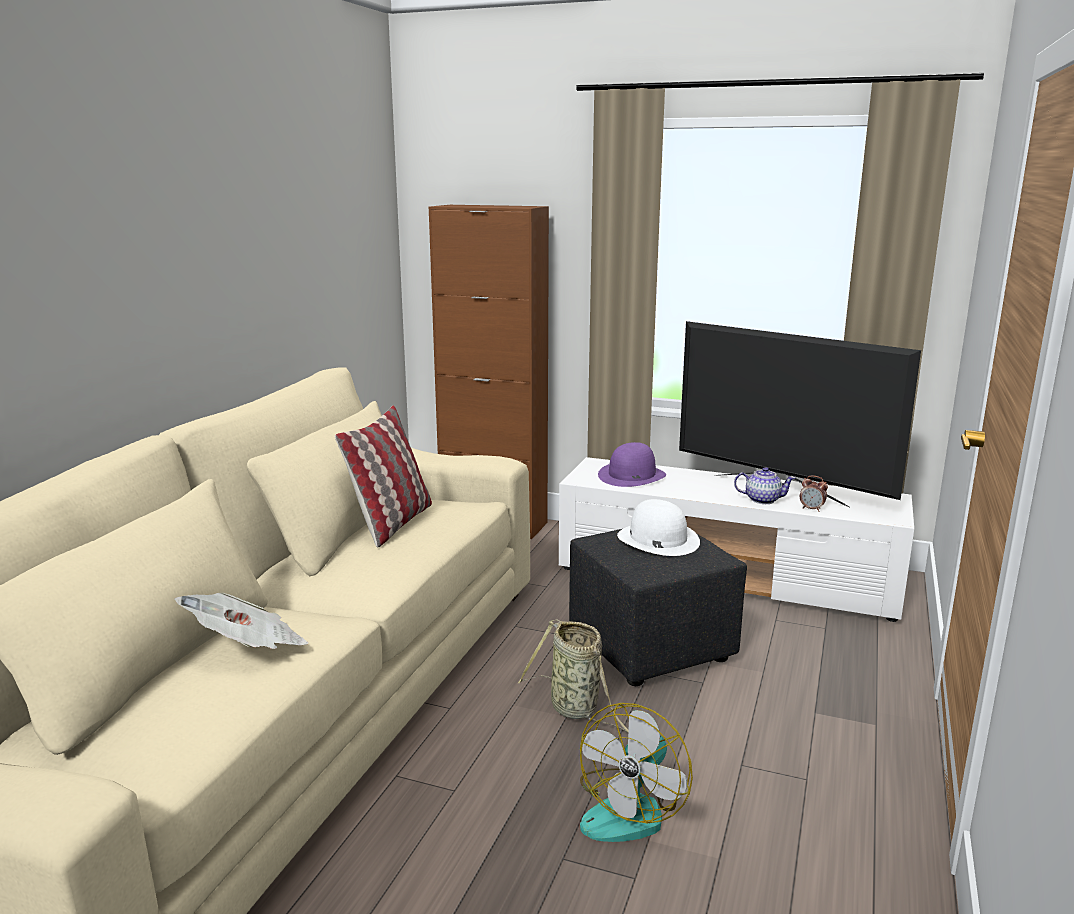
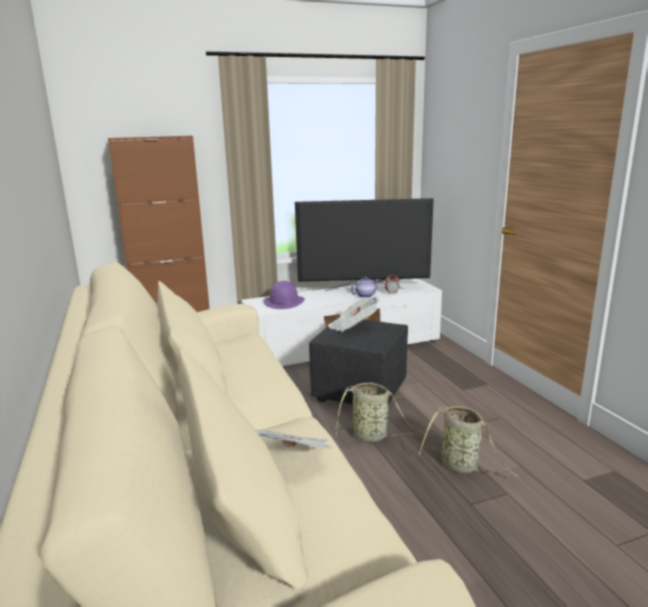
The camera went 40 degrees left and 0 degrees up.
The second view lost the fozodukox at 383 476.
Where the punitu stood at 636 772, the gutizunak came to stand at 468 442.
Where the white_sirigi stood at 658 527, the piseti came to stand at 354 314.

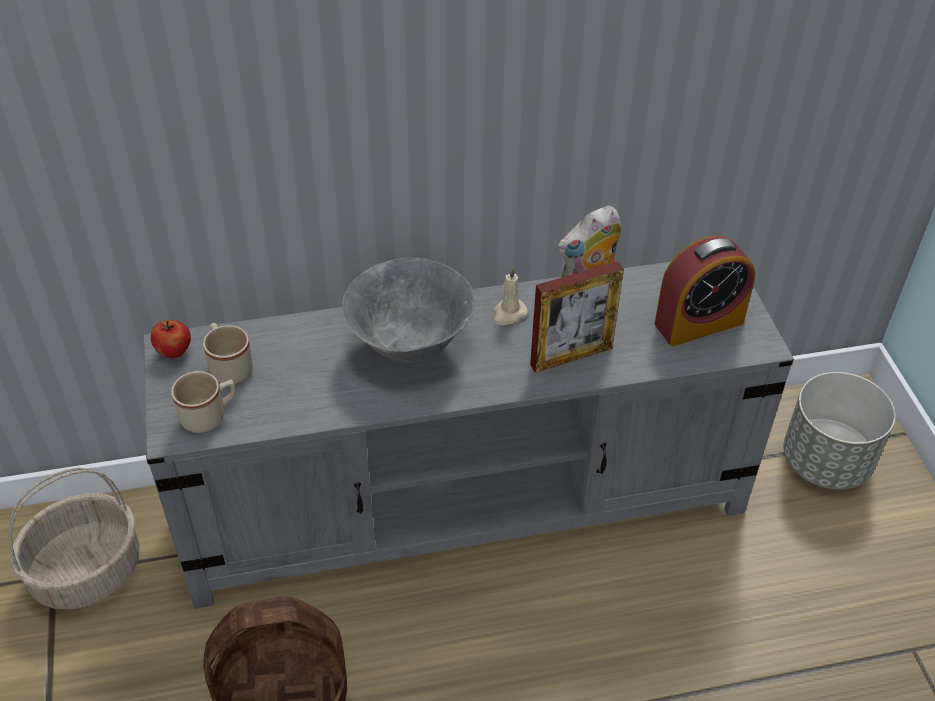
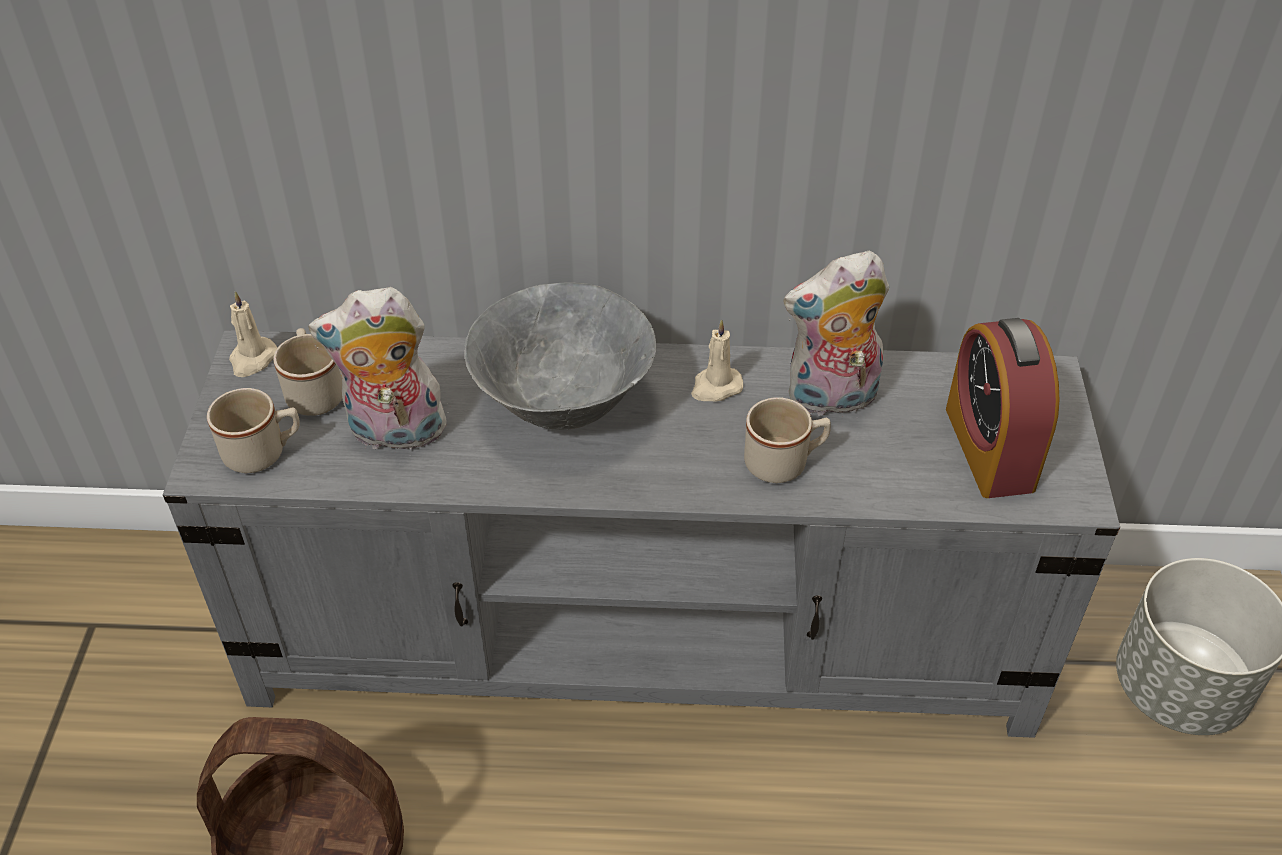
The camera went 15 degrees right and 0 degrees up.
The second view lost the gutizunak at 74 538.
Where the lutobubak stood at 170 339, the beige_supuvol came to stand at 253 334.
Where the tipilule stood at 577 317, the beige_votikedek came to stand at 787 440.
The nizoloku at 704 291 ended up facing another way, 90 degrees clockwise from before.
The second view gained the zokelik at 379 368.

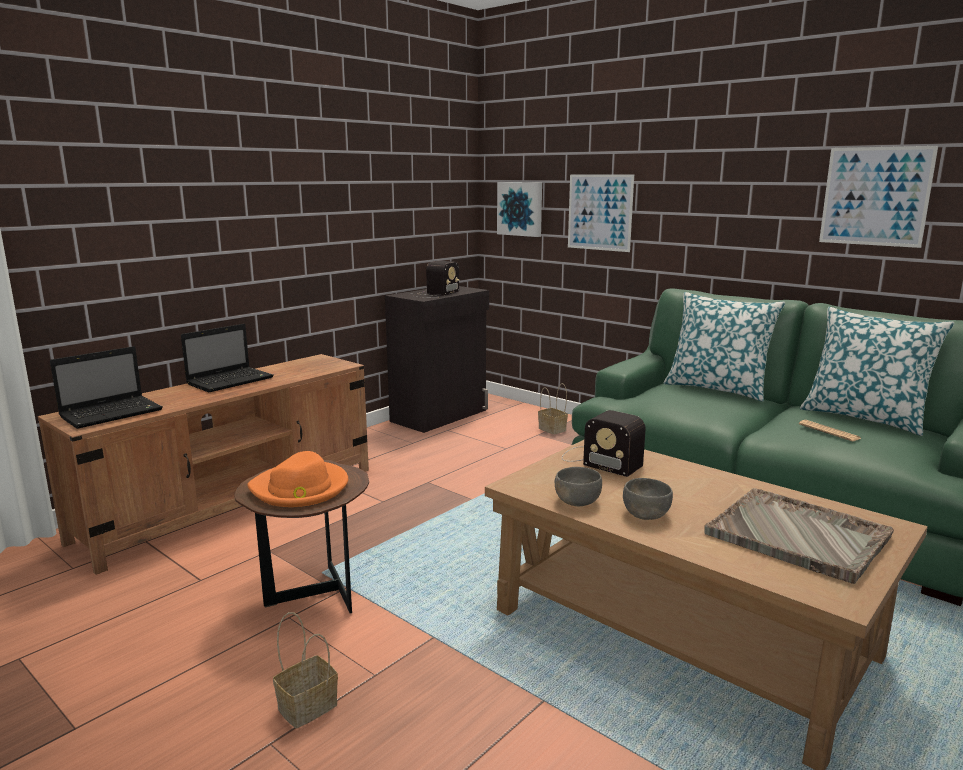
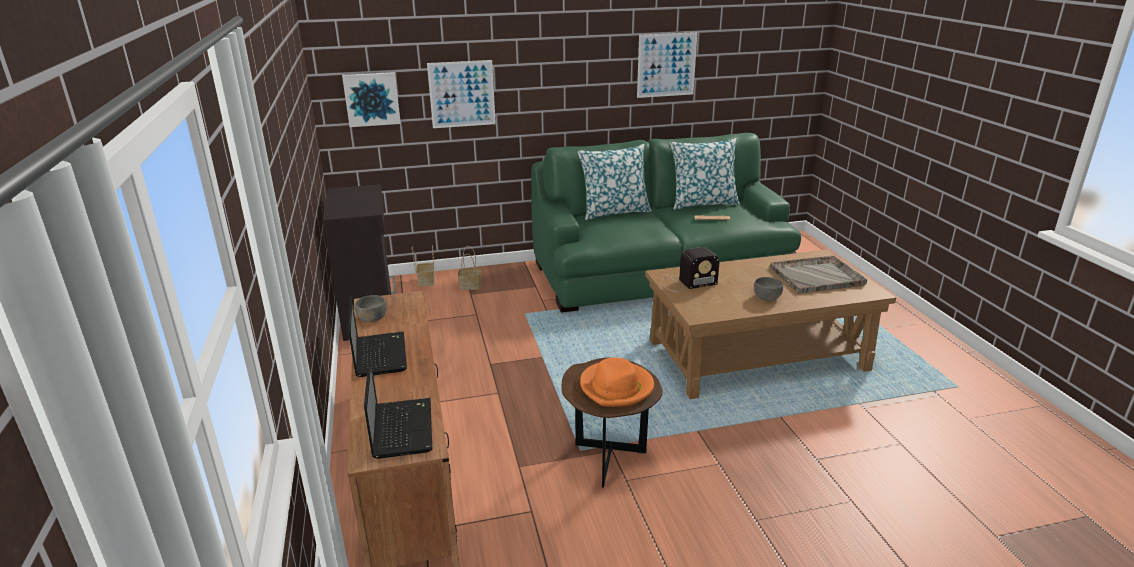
The camera went 55 degrees left and 10 degrees up.
The gutizunak ended up elsewhere, having gone from 305 670 to 423 266.
The second view lost the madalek at 434 279.
The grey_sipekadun ended up elsewhere, having gone from 578 486 to 371 308.

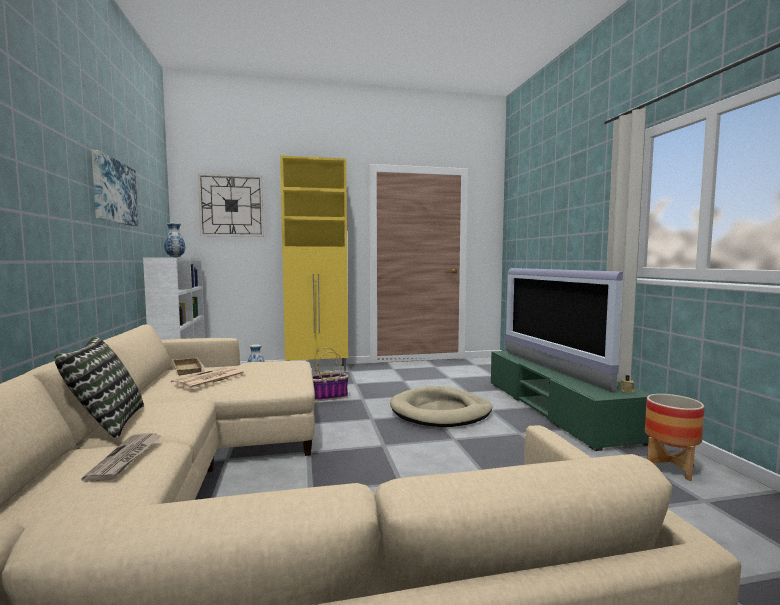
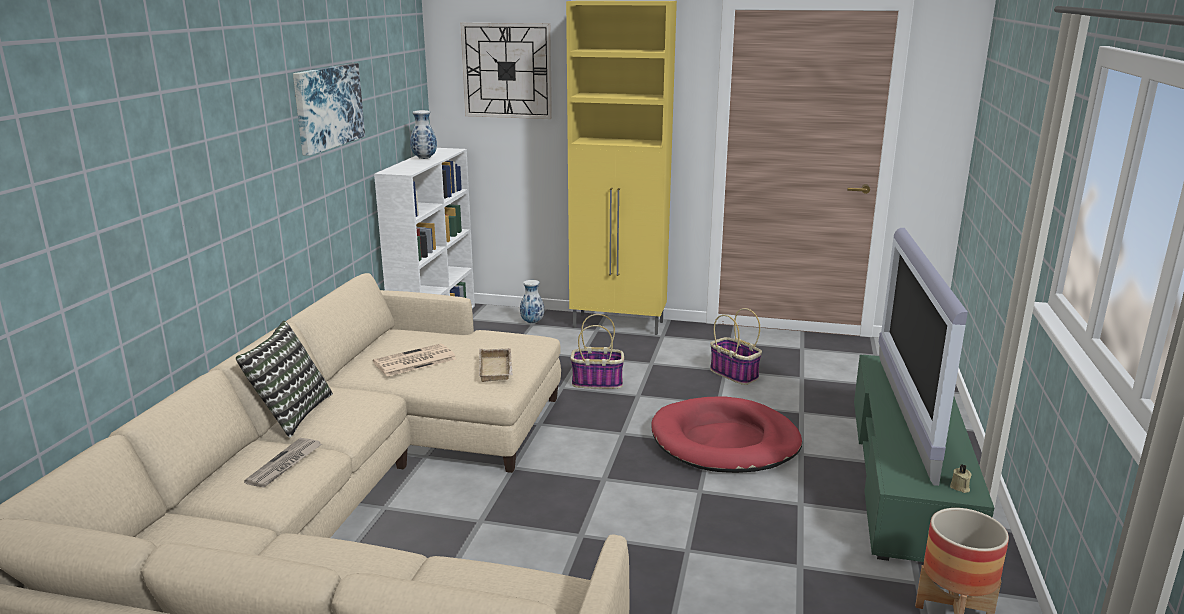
The camera went 25 degrees right and 15 degrees up.
The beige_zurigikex ended up elsewhere, having gone from 188 366 to 496 365.
What was the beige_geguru at 441 406 turned into the red_geguru at 726 434.
The second view gained the gutizunak at 736 346.

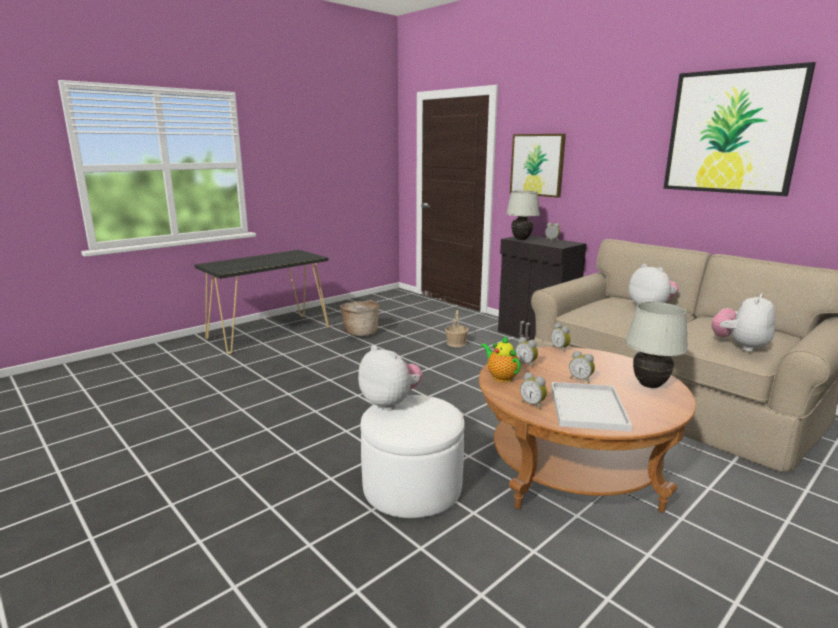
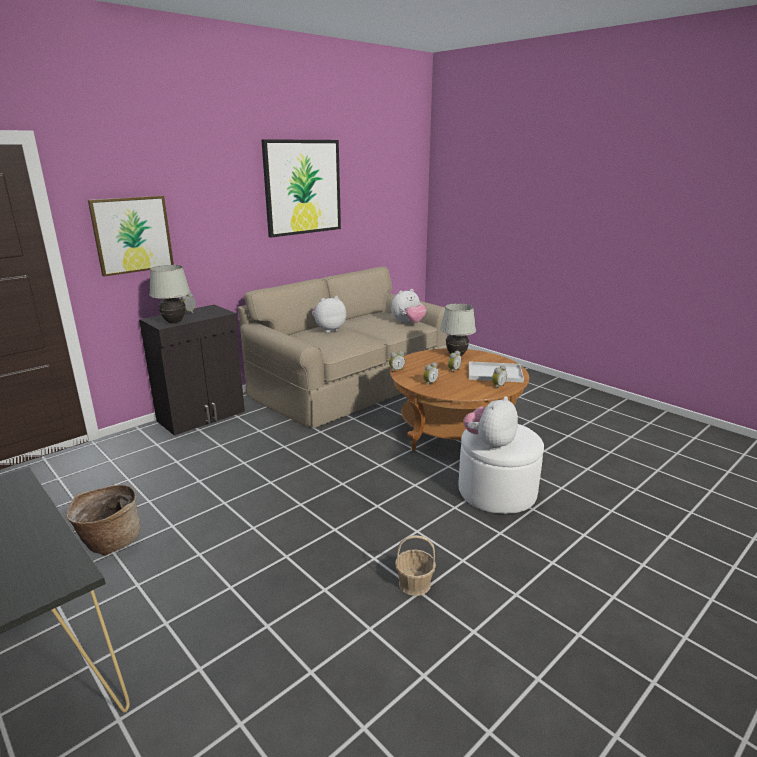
The camera went 90 degrees left and 5 degrees up.
The gutizunak ended up elsewhere, having gone from 457 328 to 415 565.
The second view lost the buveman at 501 359.
The zokelik at 743 322 ended up facing another way, 75 degrees counterclockwise from before.

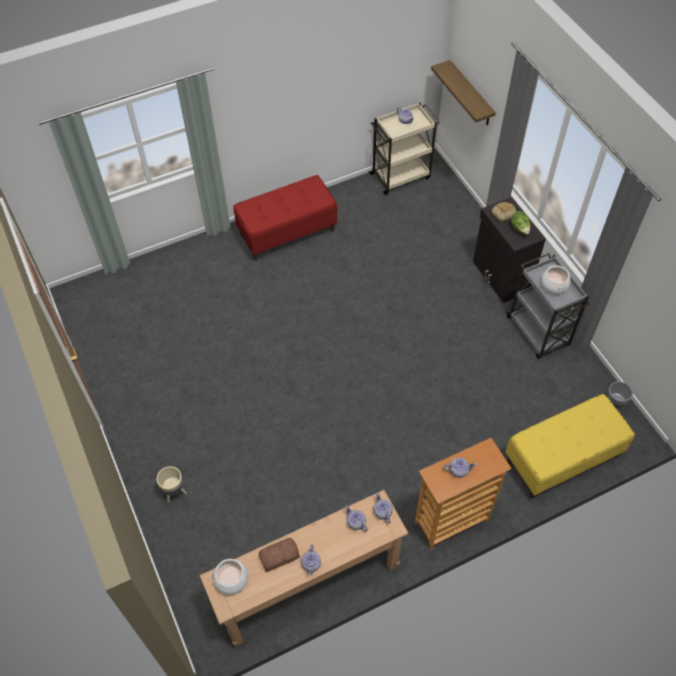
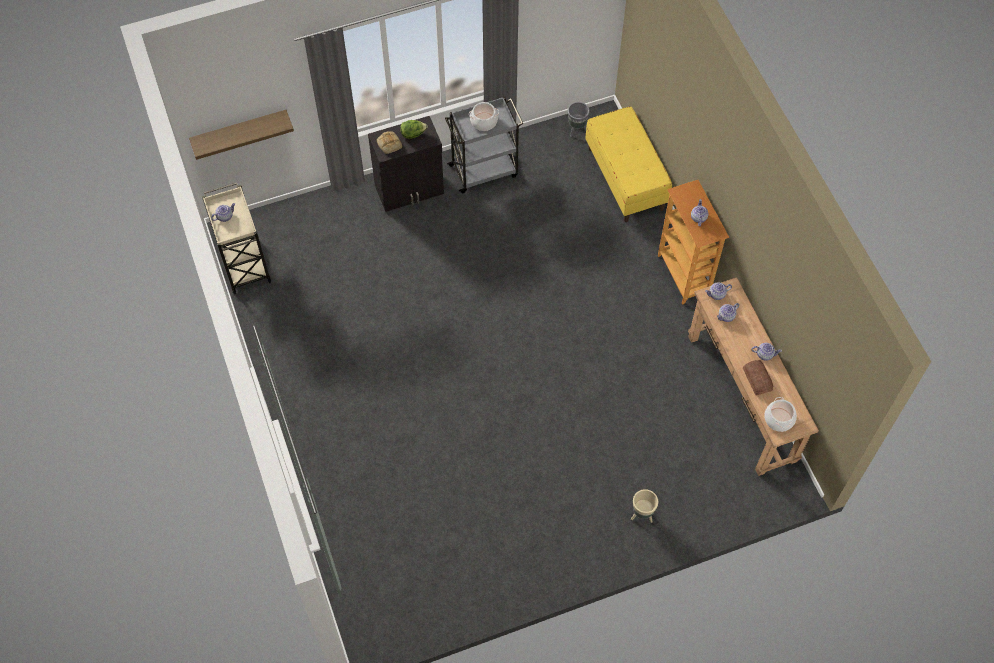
The camera went 85 degrees left and 5 degrees up.
The second view lost the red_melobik at 285 218.

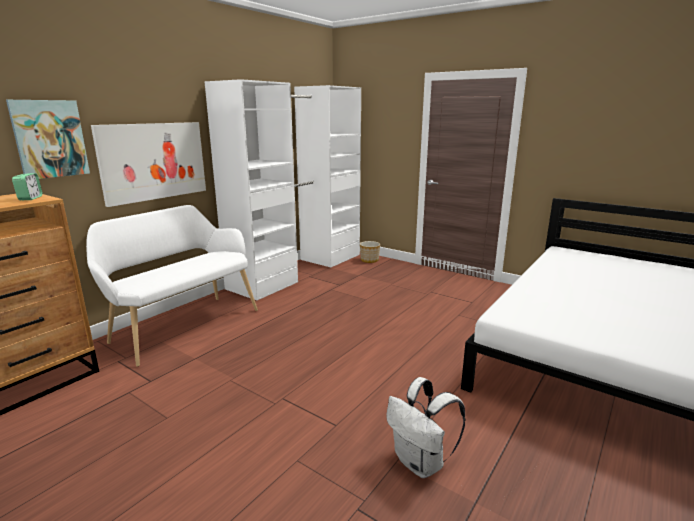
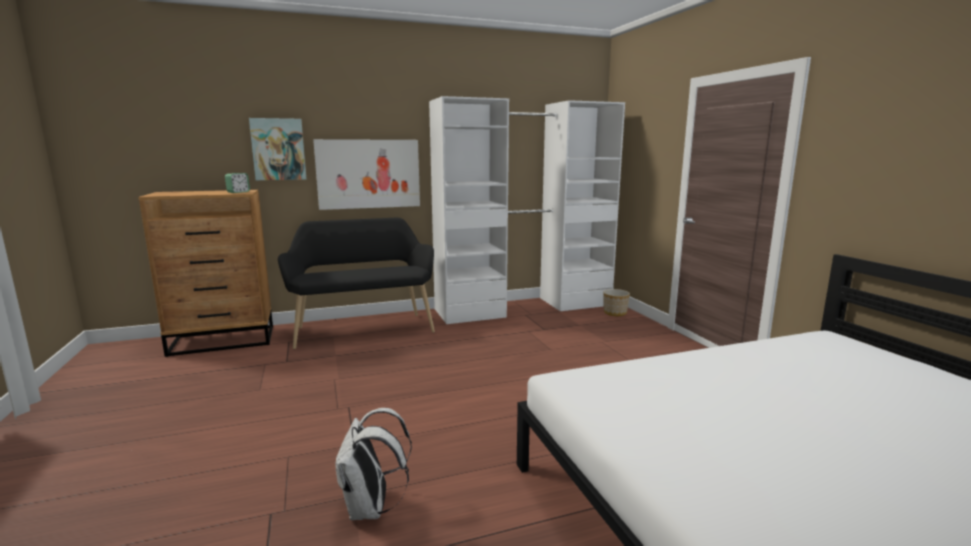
The camera went 35 degrees right and 5 degrees down.
What was the white_melobik at 172 286 turned into the black_melobik at 356 283.

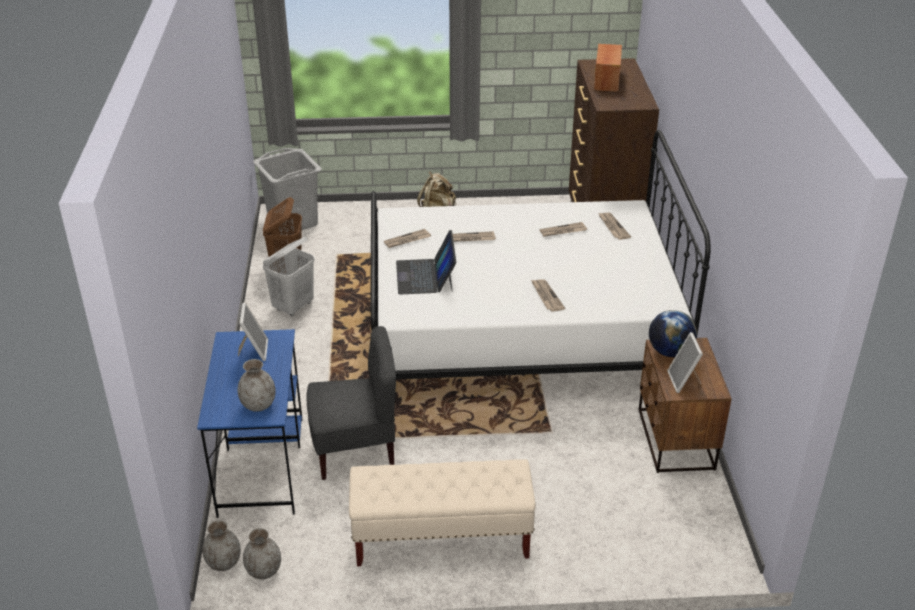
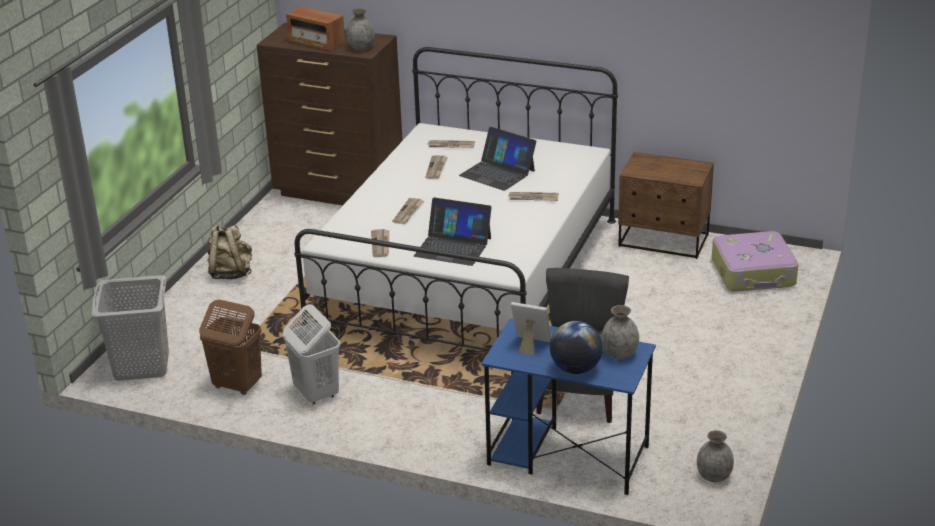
The camera went 65 degrees left and 5 degrees down.
The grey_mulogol ended up elsewhere, having gone from 221 545 to 360 29.
The second view lost the beige_melobik at 442 512.
The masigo ended up elsewhere, having gone from 673 333 to 576 347.
The second view lost the tipilule at 685 362.
The second view gained the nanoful at 497 159.
The second view gained the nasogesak at 755 261.

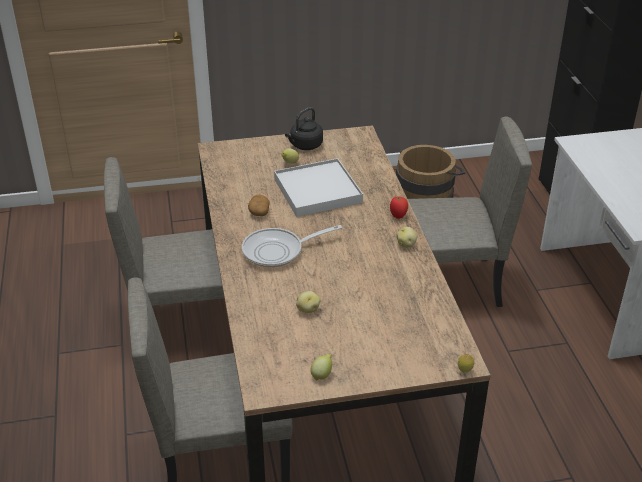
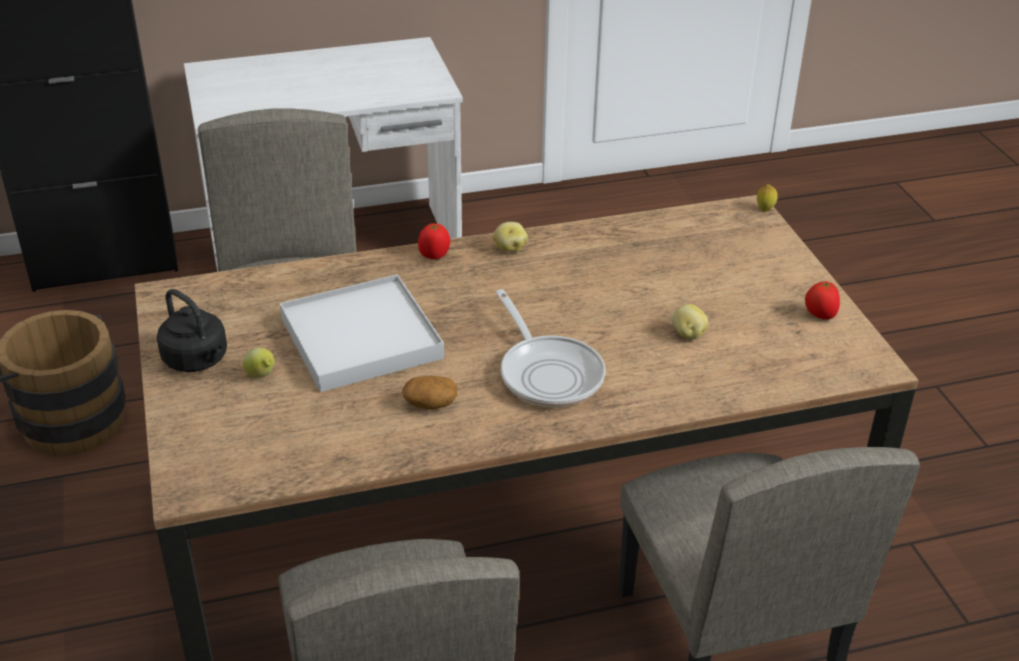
The camera went 95 degrees left and 0 degrees up.
Where the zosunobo stood at 321 367, the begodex came to stand at 822 300.

